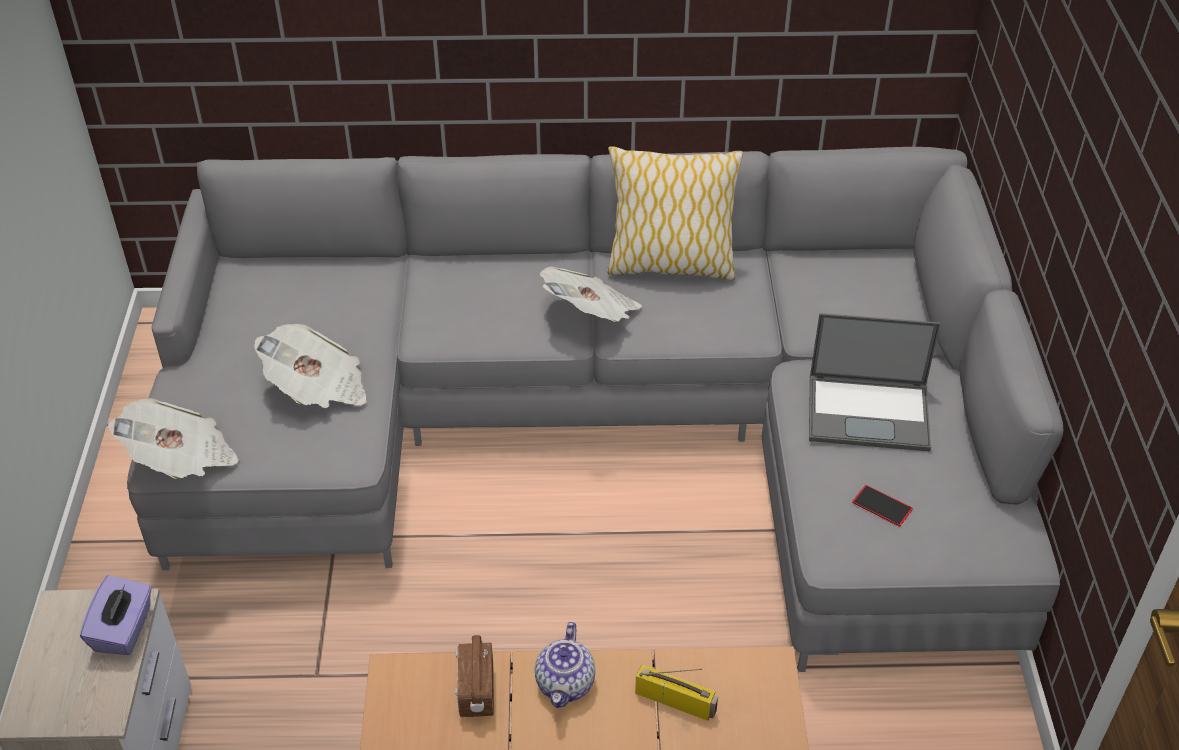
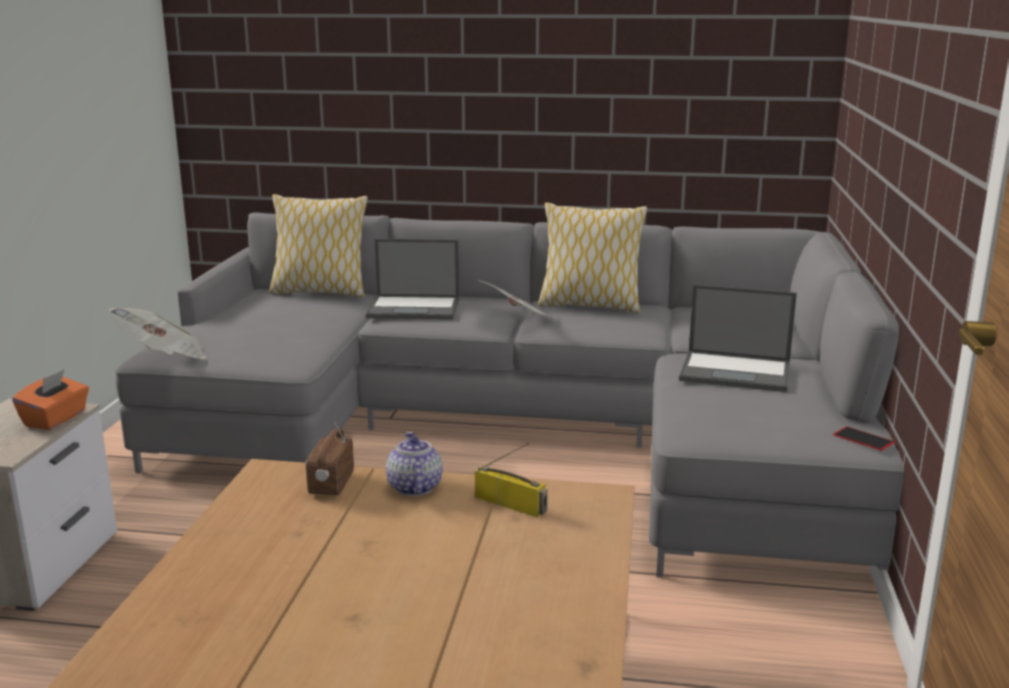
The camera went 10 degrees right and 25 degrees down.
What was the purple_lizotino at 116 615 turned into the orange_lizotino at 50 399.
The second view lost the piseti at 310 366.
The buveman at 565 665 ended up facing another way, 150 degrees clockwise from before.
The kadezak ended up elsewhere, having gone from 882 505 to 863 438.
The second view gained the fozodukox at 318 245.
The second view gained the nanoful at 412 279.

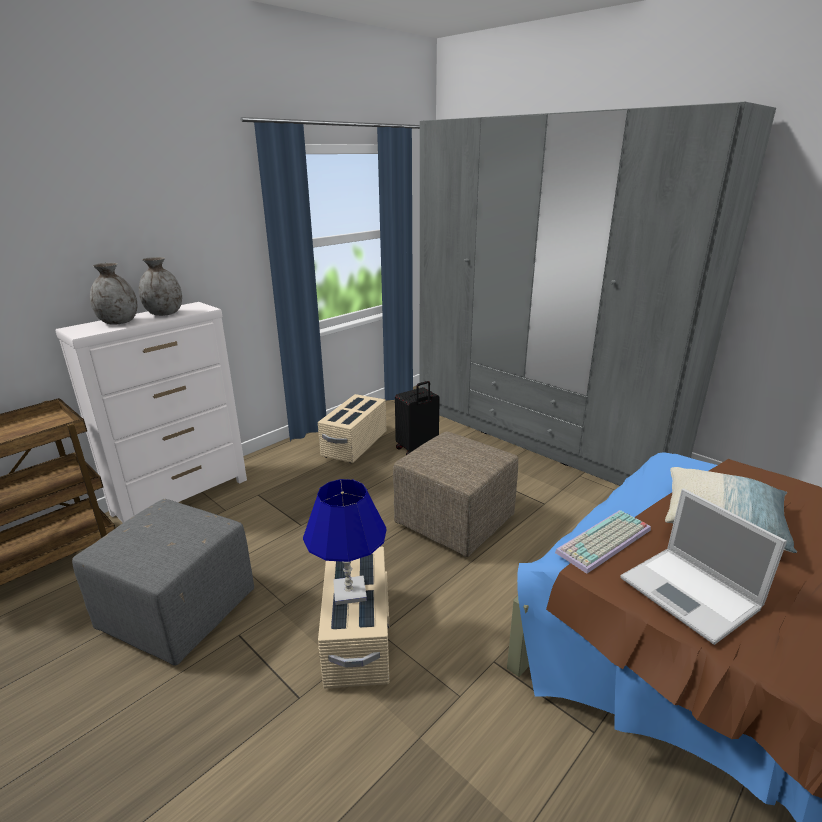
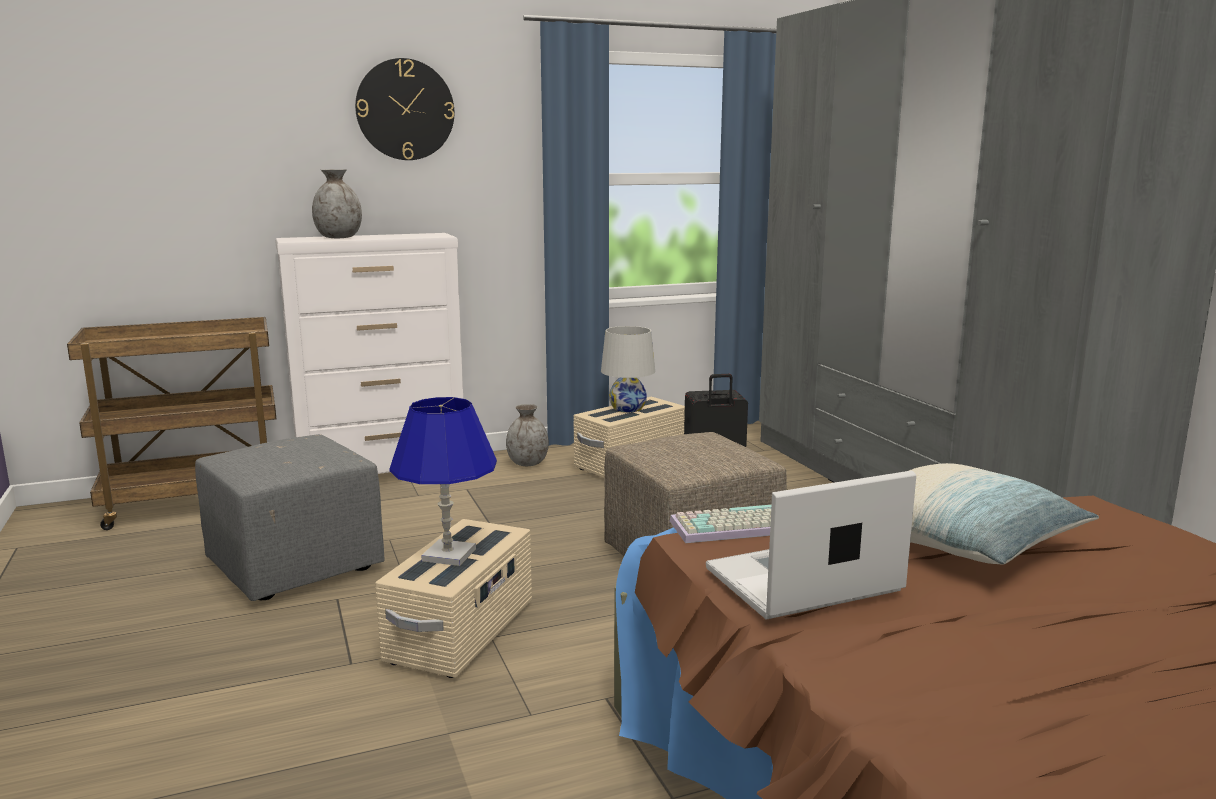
The camera went 25 degrees right and 10 degrees down.
The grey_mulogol ended up elsewhere, having gone from 160 286 to 527 435.
The nanoful at 703 567 ended up facing another way, 75 degrees clockwise from before.
The second view gained the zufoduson at 404 109.
The second view gained the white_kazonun at 628 369.

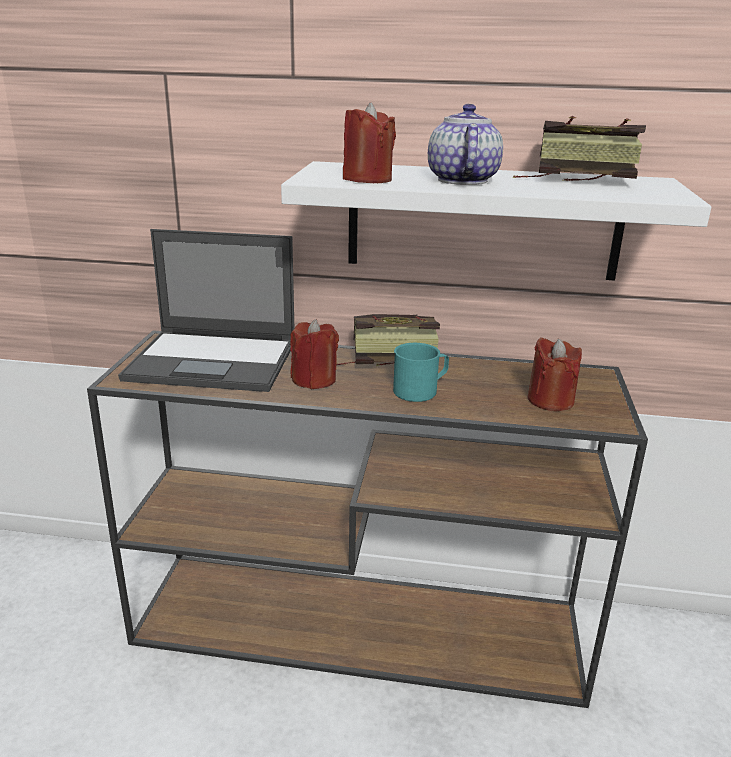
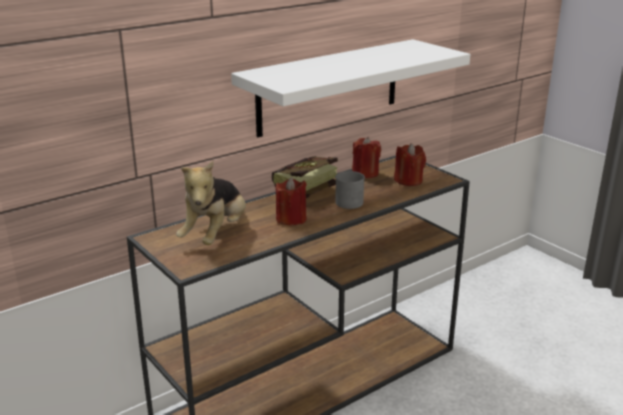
The camera went 45 degrees left and 0 degrees up.
Where the nanoful stood at 206 310, the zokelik came to stand at 211 203.
The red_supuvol ended up elsewhere, having gone from 369 142 to 366 157.
What was the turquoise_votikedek at 421 372 turned into the grey_votikedek at 350 190.
The second view lost the buveman at 465 144.
The second view lost the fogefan at 579 148.

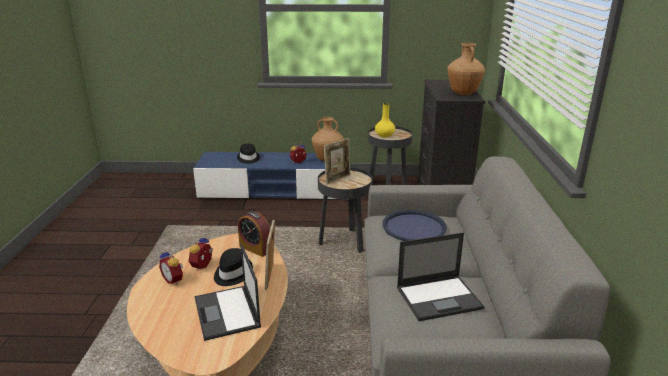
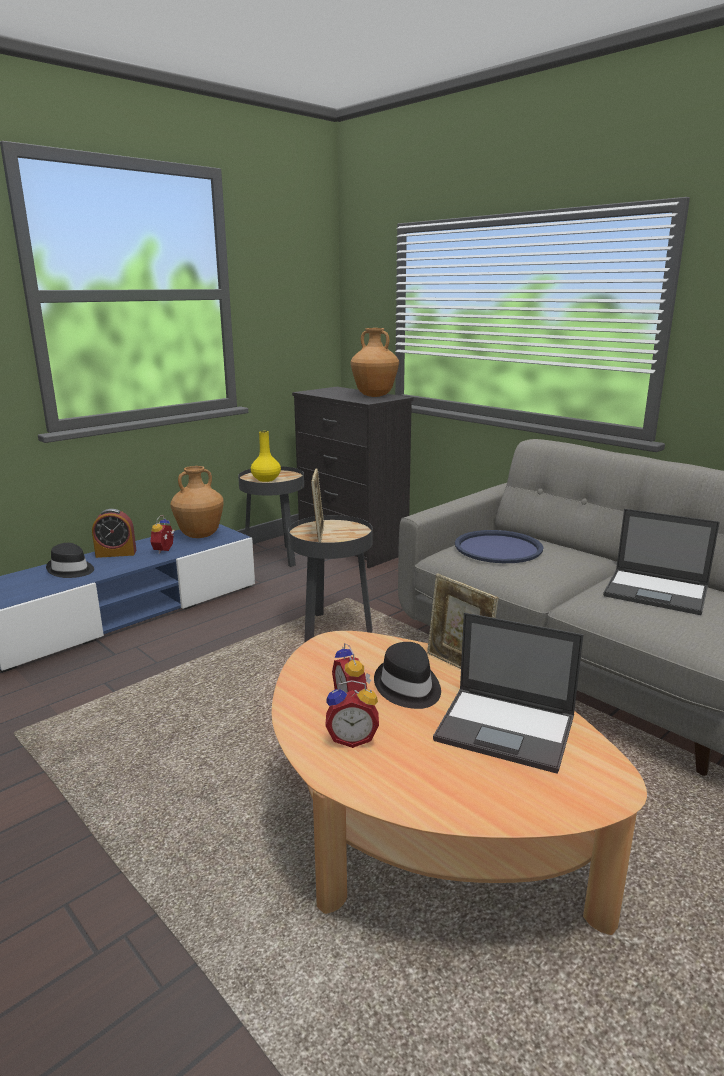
The camera went 45 degrees left and 5 degrees down.
The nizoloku ended up elsewhere, having gone from 254 234 to 114 533.
The nanoful at 441 276 ended up facing another way, 90 degrees clockwise from before.

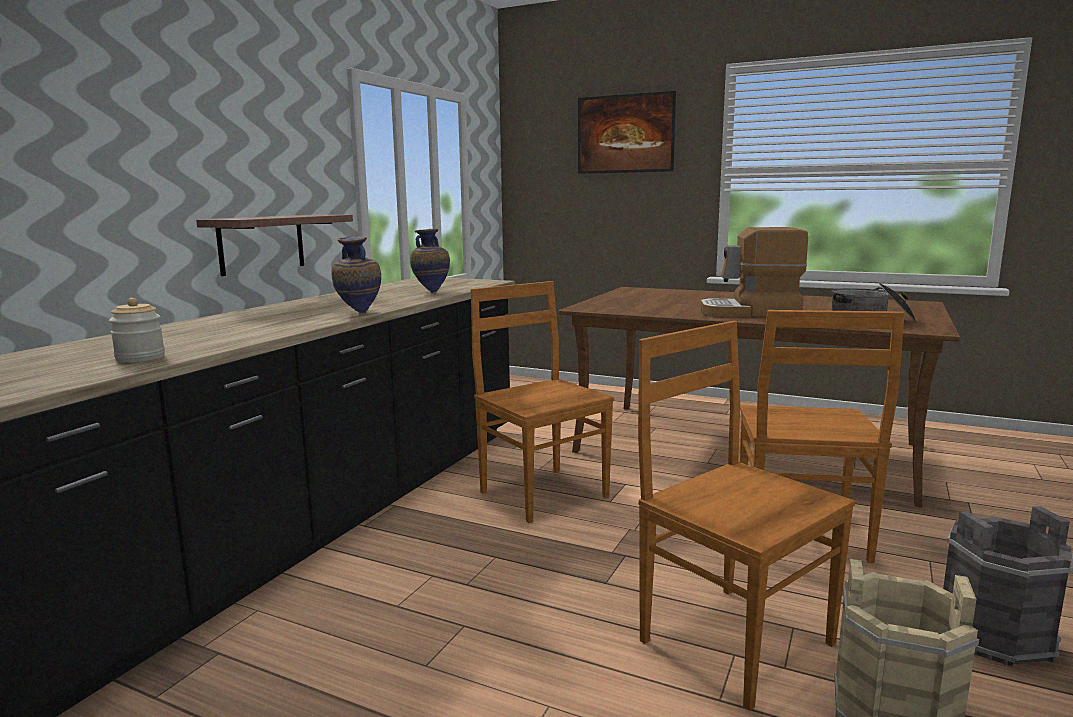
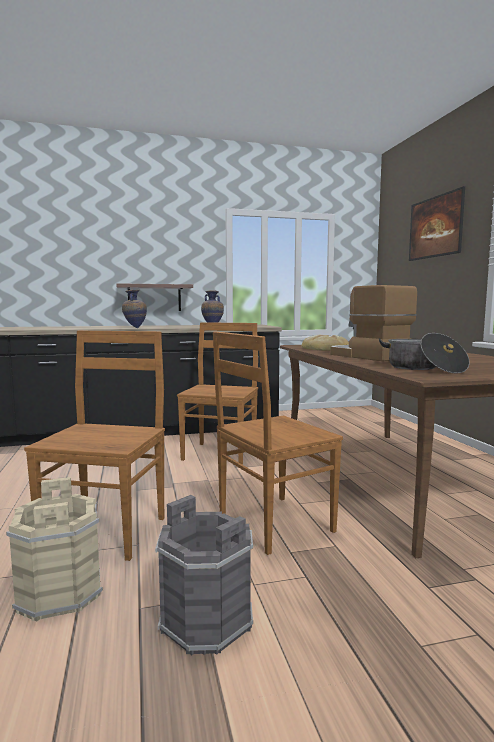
The camera went 50 degrees right and 5 degrees down.
The second view lost the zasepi at 137 330.
The second view gained the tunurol at 325 343.

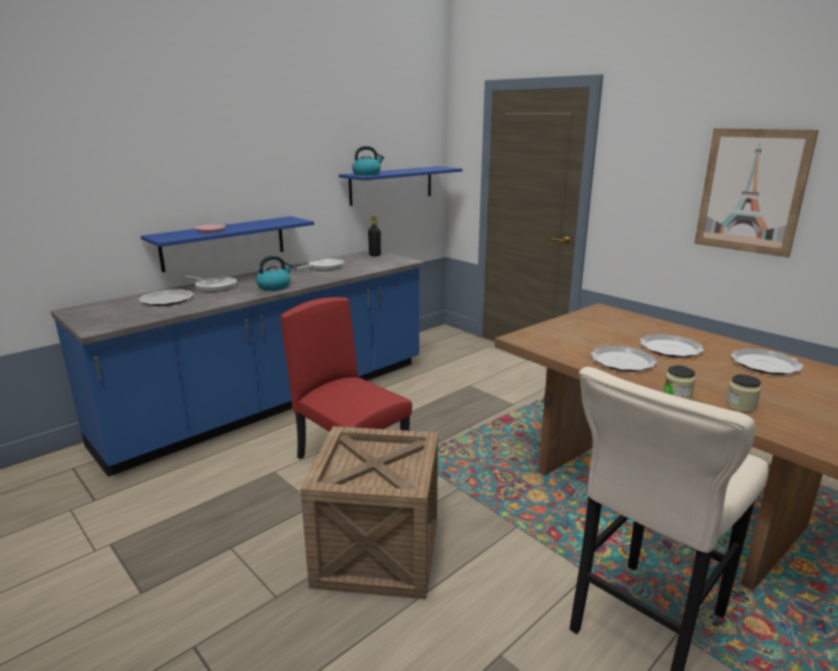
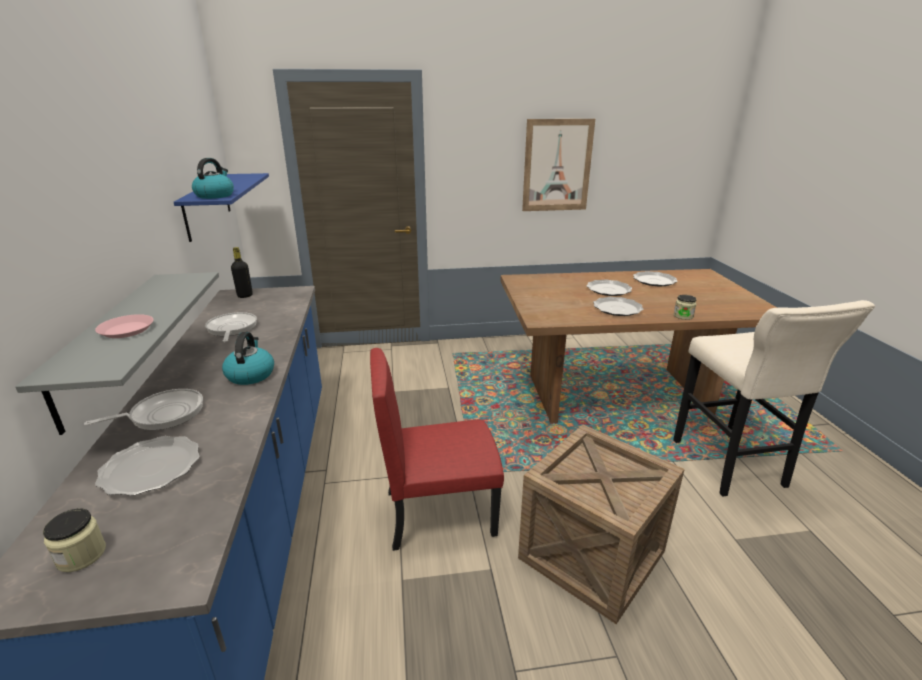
The camera went 55 degrees left and 5 degrees up.
What was the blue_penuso at 227 244 turned into the grey_penuso at 117 353.
The zasepi ended up elsewhere, having gone from 743 393 to 74 540.

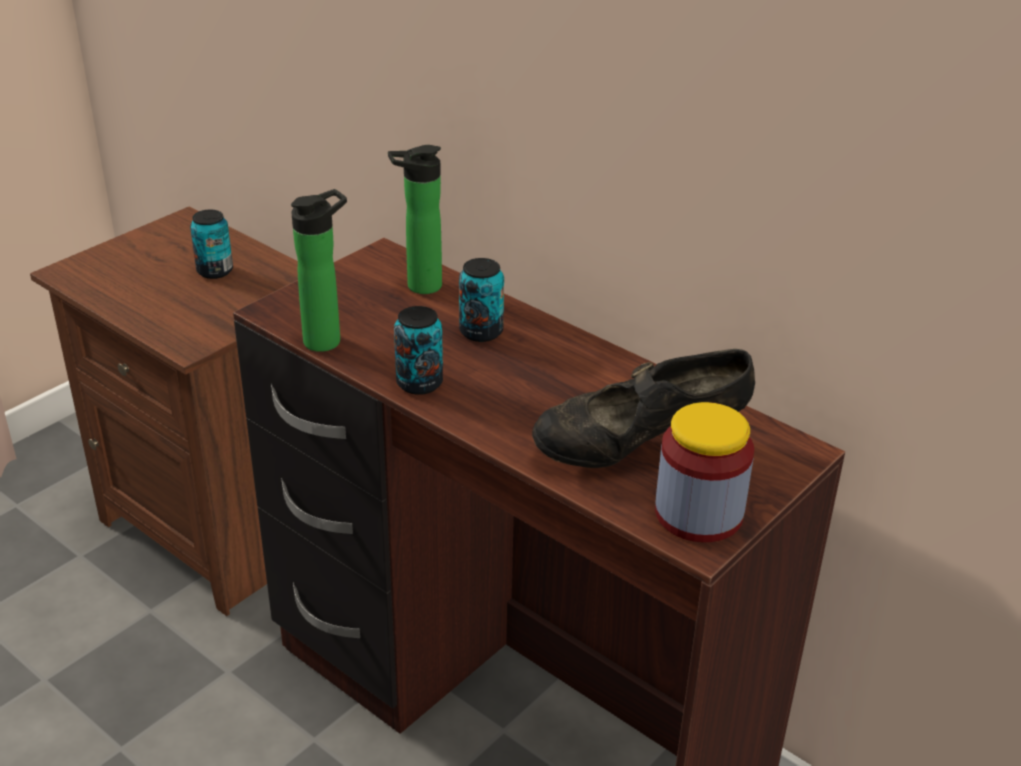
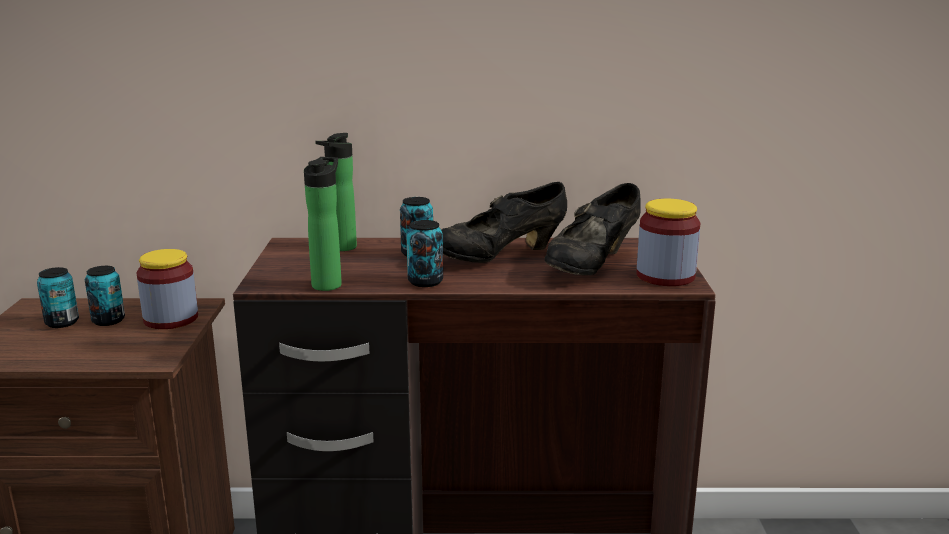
The camera went 40 degrees left and 15 degrees down.
The second view gained the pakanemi at 58 297.
The second view gained the zasepi at 167 289.
The second view gained the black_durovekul at 504 222.

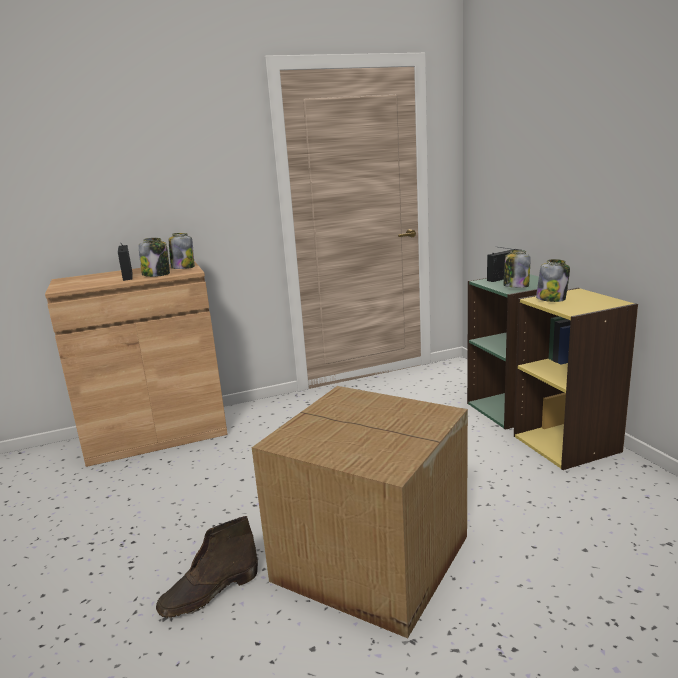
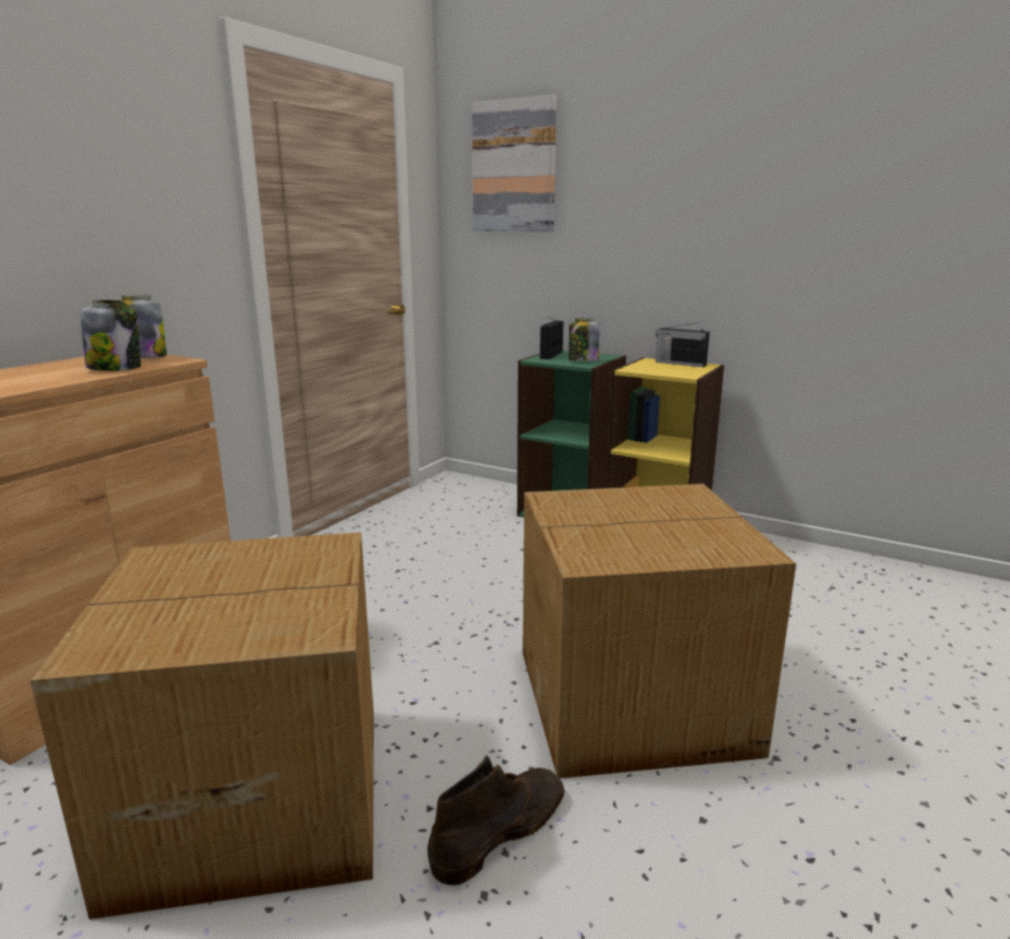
The camera went 40 degrees left and 0 degrees up.
The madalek ended up elsewhere, having gone from 125 262 to 682 344.
The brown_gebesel at 207 567 ended up facing another way, 150 degrees counterclockwise from before.
The second view lost the zasepi at 553 280.
The second view gained the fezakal at 202 725.
The second view gained the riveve at 514 163.

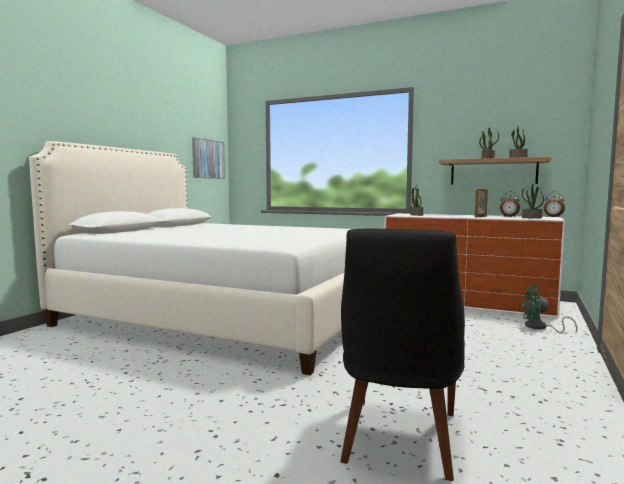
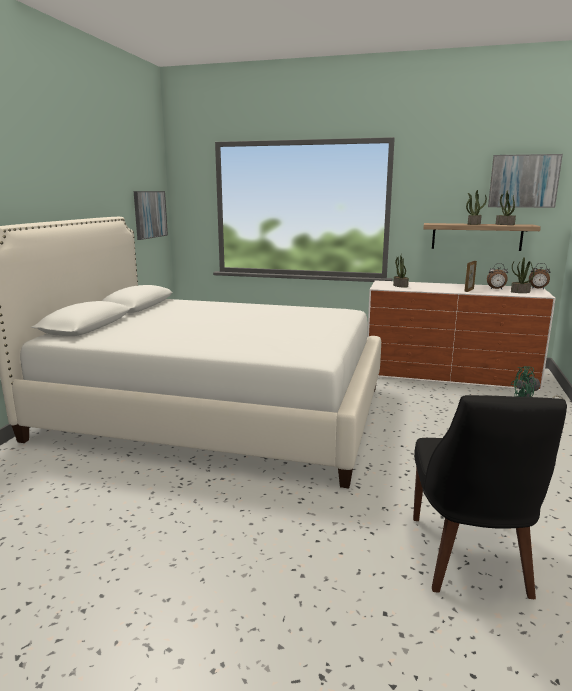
The camera went 10 degrees left and 10 degrees up.
The second view gained the riveve at 525 181.

